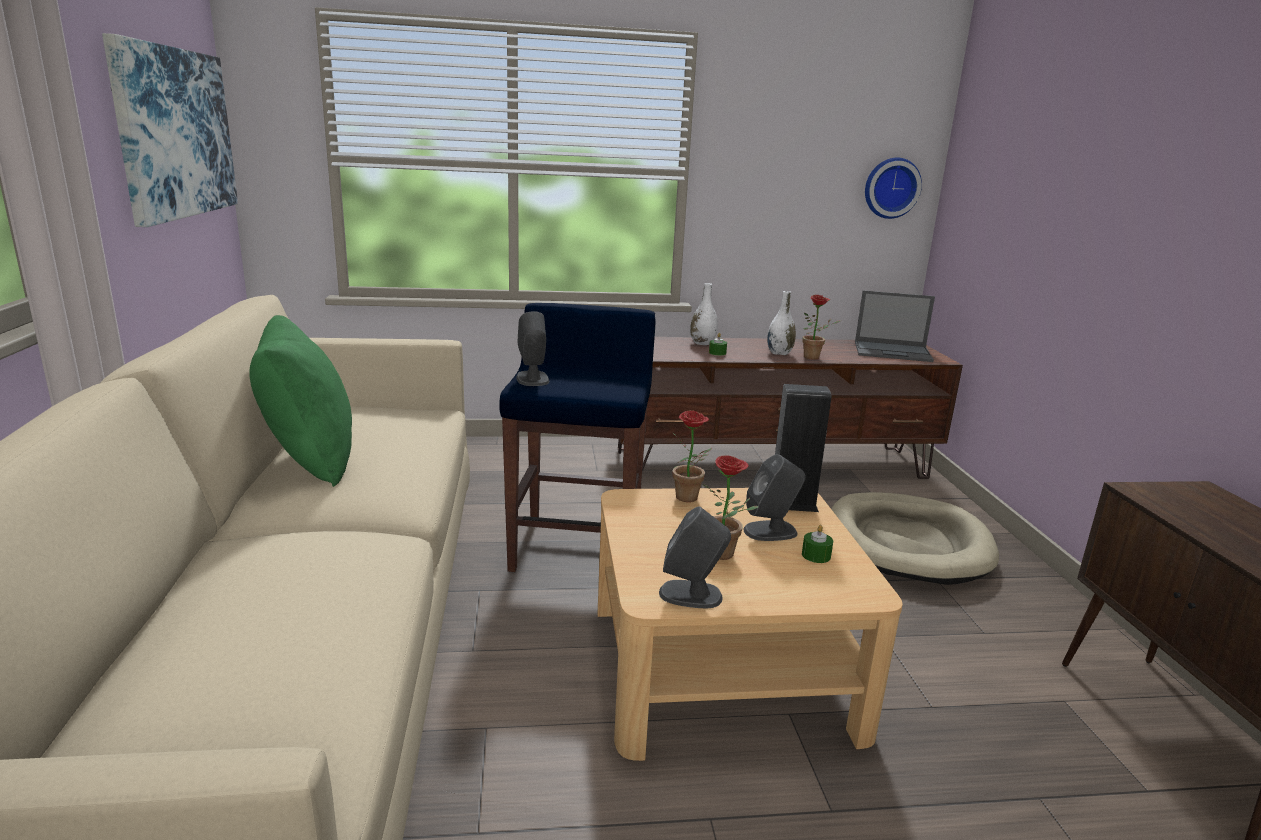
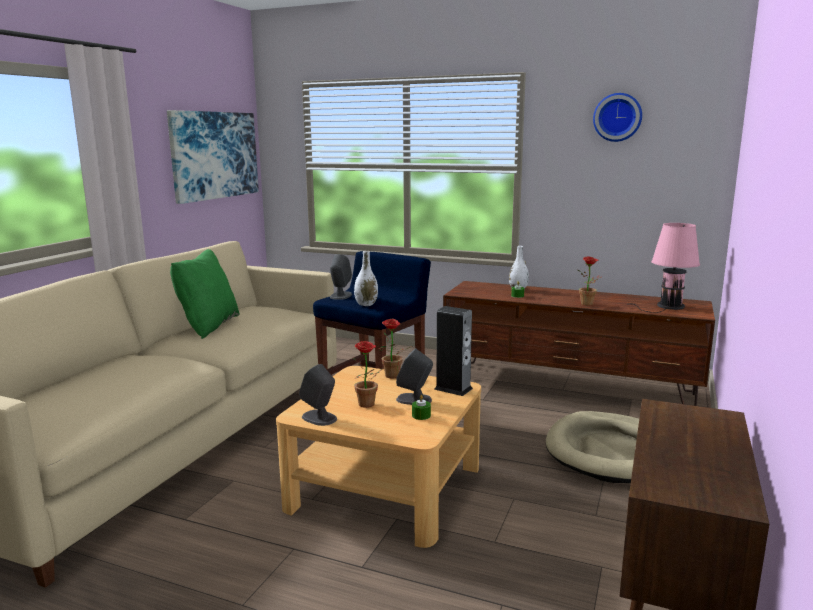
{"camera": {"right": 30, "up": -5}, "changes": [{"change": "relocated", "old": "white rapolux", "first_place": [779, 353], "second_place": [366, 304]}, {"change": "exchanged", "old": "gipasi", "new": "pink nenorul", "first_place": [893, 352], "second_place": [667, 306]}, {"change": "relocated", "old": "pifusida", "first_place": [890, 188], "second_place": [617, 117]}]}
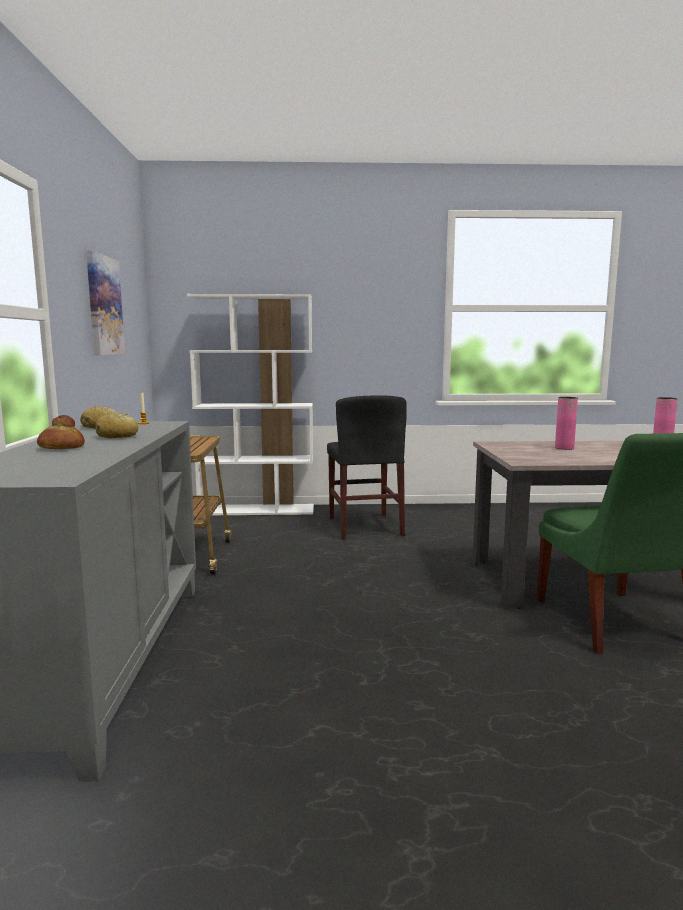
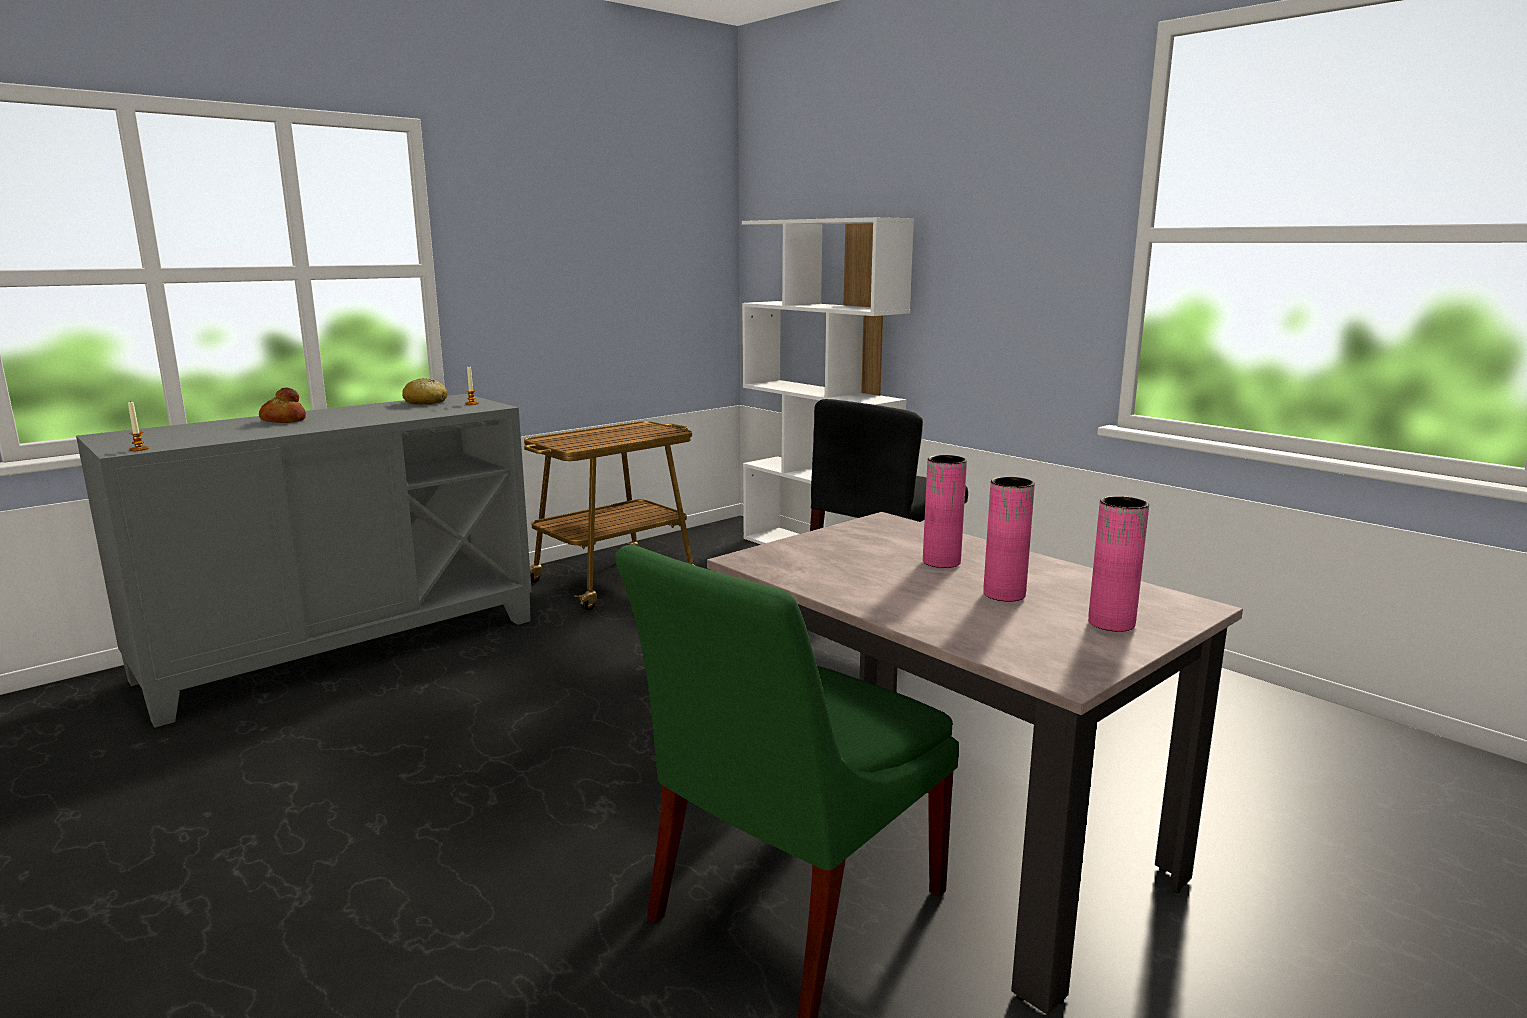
{"camera": {"right": 50, "up": 5}, "changes": [{"change": "missing", "old": "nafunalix", "first_place": [104, 306]}, {"change": "missing", "old": "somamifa", "first_place": [117, 436]}, {"change": "appeared", "new": "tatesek", "second_place": [139, 449]}, {"change": "appeared", "new": "pink rapolux", "second_place": [1004, 594]}]}
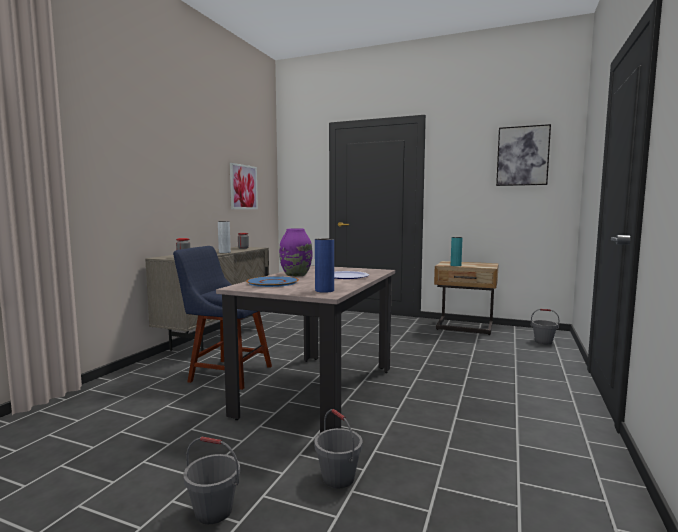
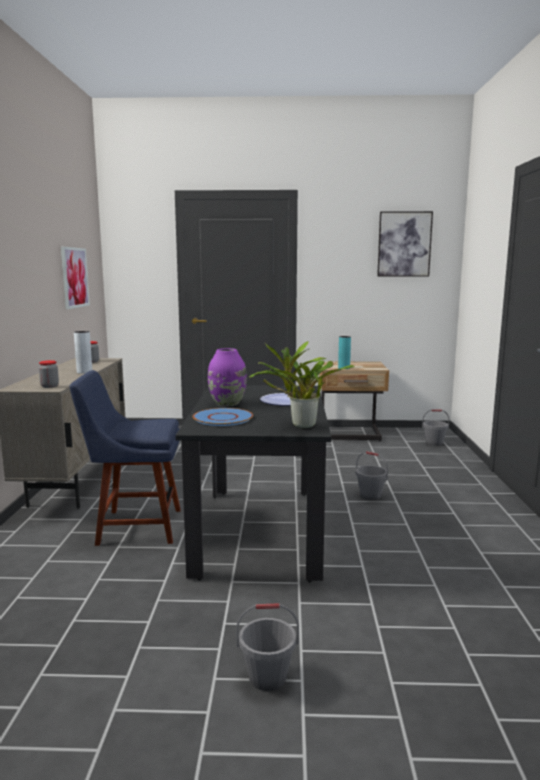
{"camera": {"right": -20, "up": 5}, "changes": [{"change": "colour", "old": "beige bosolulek", "new": "black bosolulek", "first_place": [319, 390], "second_place": [259, 530]}, {"change": "relocated", "old": "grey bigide", "first_place": [338, 478], "second_place": [370, 495]}, {"change": "exchanged", "old": "blue rapolux", "new": "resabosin", "first_place": [324, 290], "second_place": [300, 425]}]}
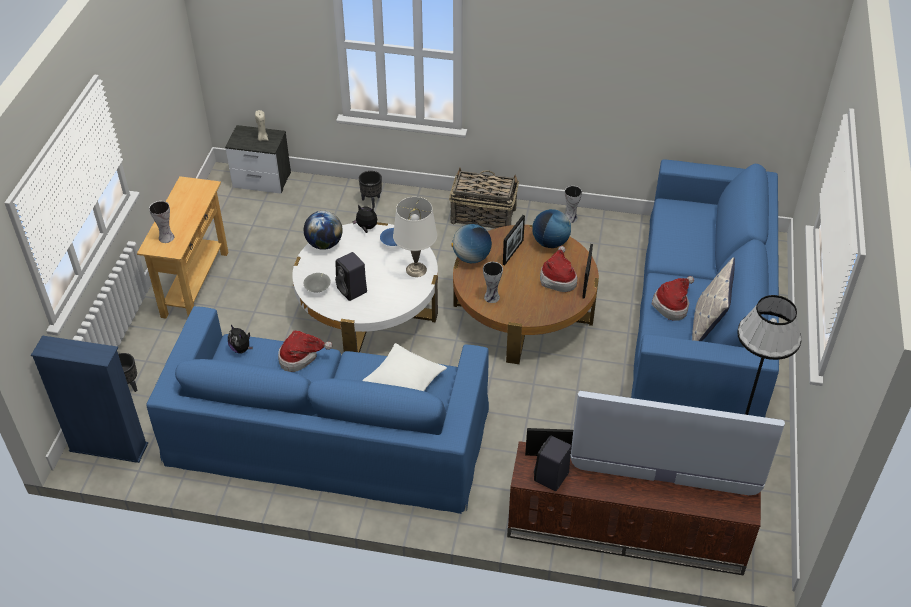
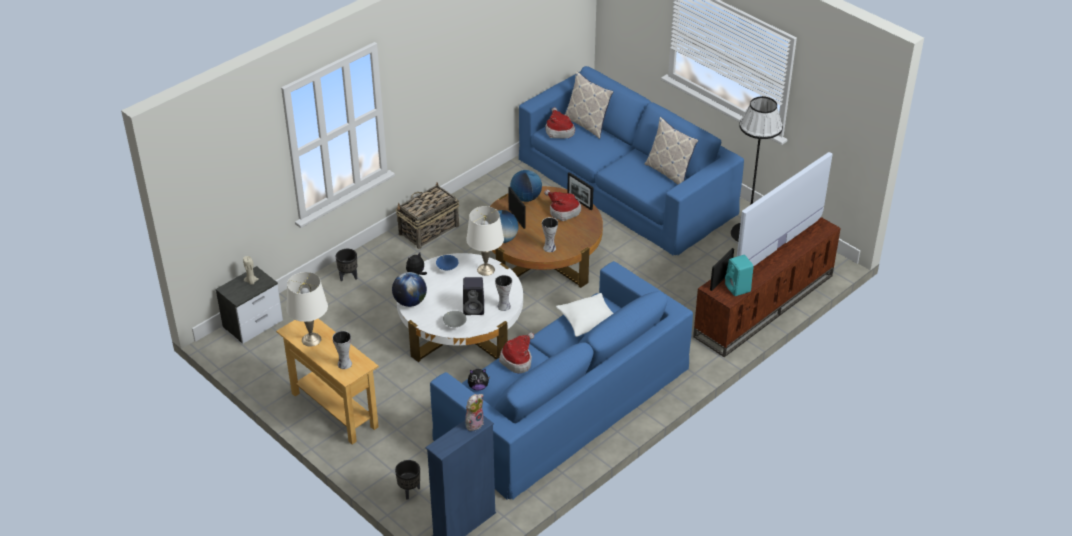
{"camera": {"right": -55, "up": -5}, "changes": [{"change": "colour", "old": "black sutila", "new": "turquoise sutila", "first_place": [551, 478], "second_place": [738, 288]}, {"change": "relocated", "old": "rapolux", "first_place": [571, 217], "second_place": [503, 306]}, {"change": "relocated", "old": "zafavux", "first_place": [672, 305], "second_place": [559, 130]}, {"change": "appeared", "new": "white nenorul", "second_place": [311, 339]}, {"change": "appeared", "new": "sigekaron", "second_place": [474, 423]}, {"change": "appeared", "new": "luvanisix", "second_place": [587, 124]}]}
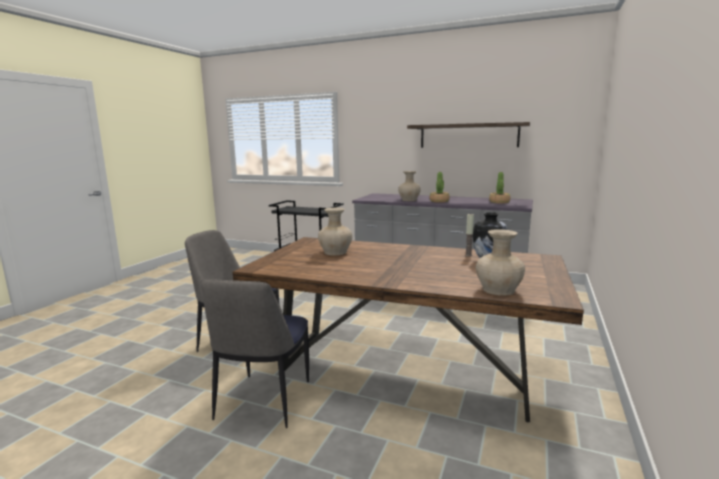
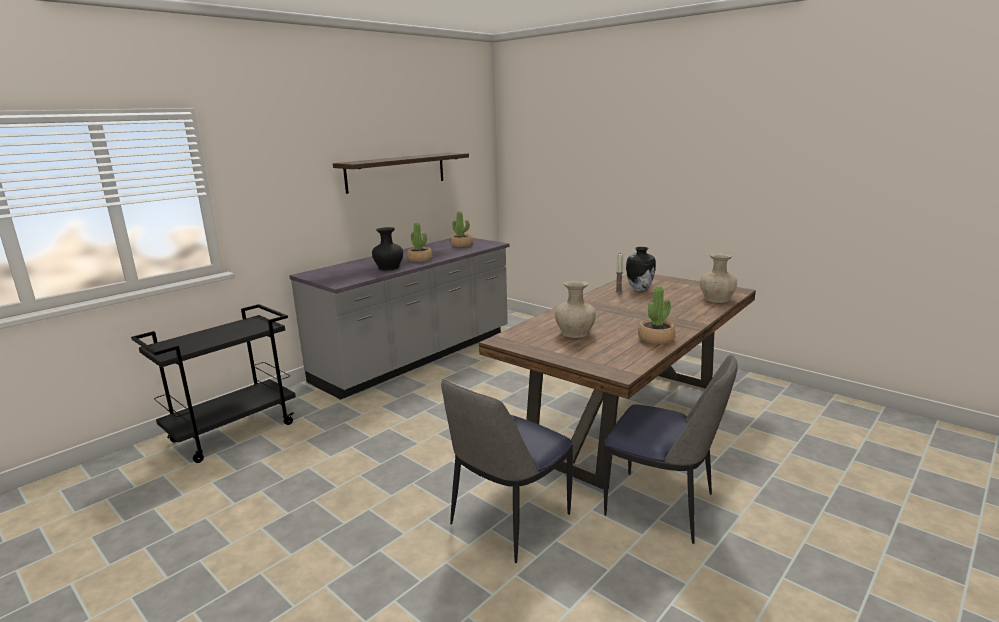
{"camera": {"right": -70, "up": 5}, "changes": [{"change": "colour", "old": "beige rapolux", "new": "black rapolux", "first_place": [409, 200], "second_place": [388, 267]}, {"change": "appeared", "new": "resabosin", "second_place": [656, 338]}]}
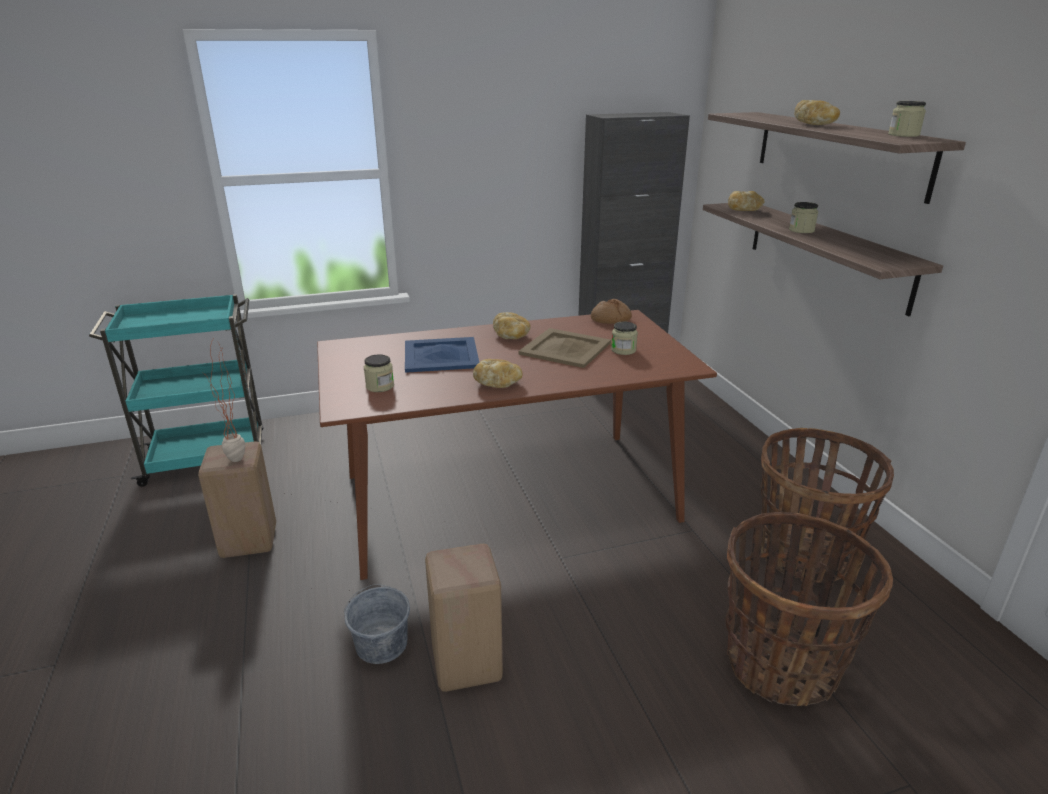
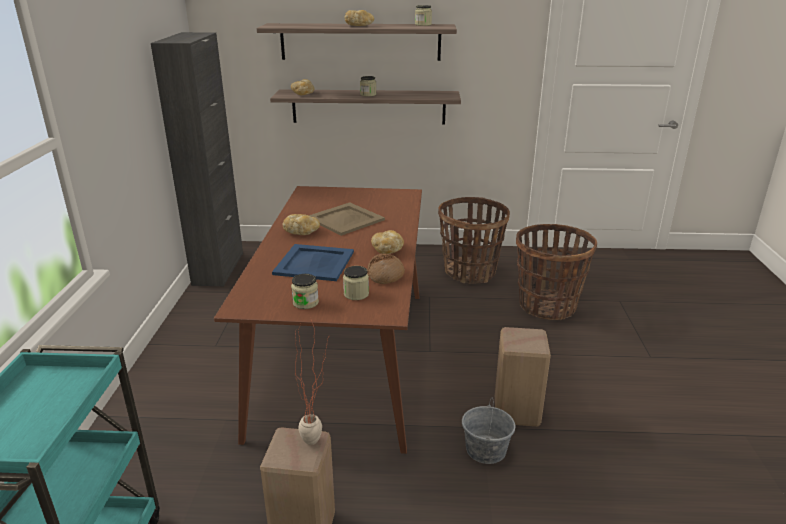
{"camera": {"right": -70, "up": 0}, "changes": [{"change": "relocated", "old": "somamifa", "first_place": [610, 319], "second_place": [385, 275]}, {"change": "relocated", "old": "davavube", "first_place": [623, 350], "second_place": [305, 303]}]}
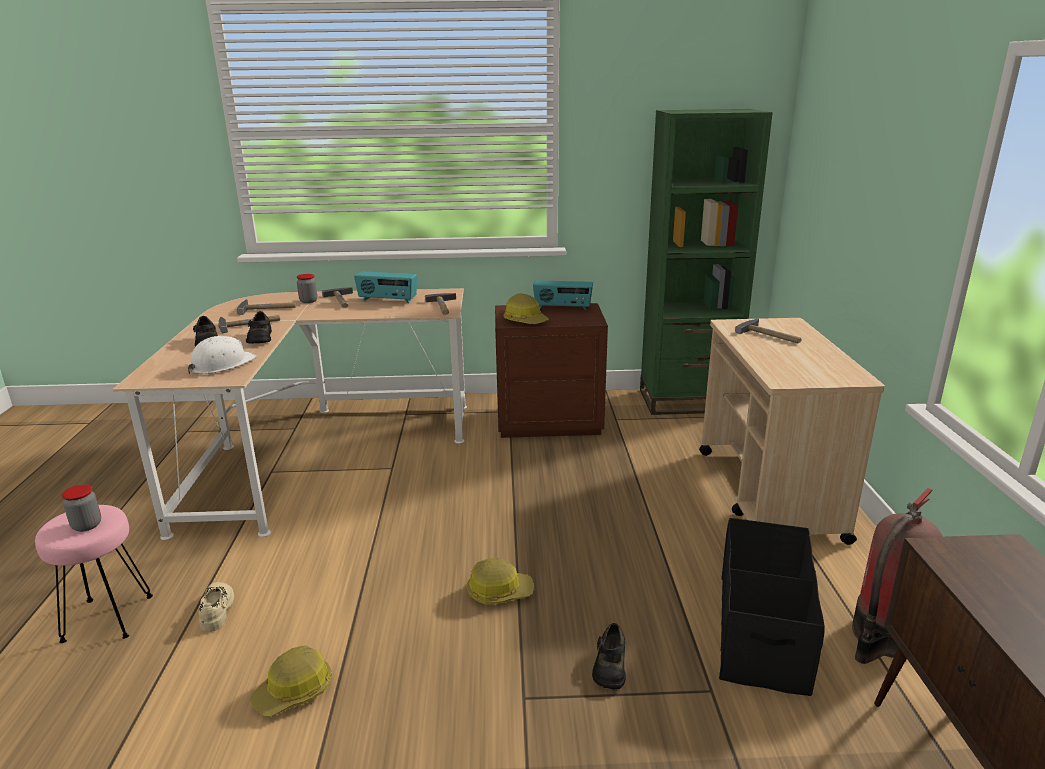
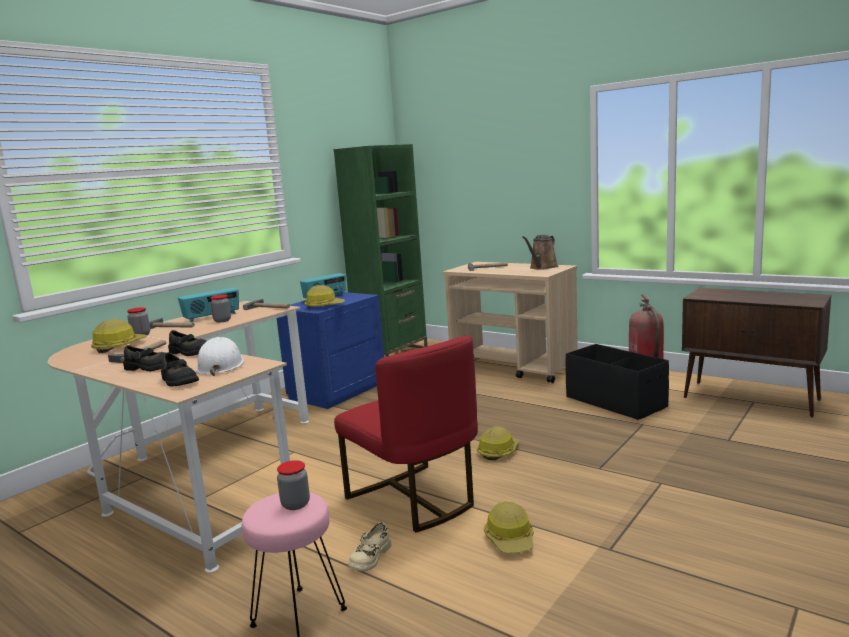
{"camera": {"right": -50, "up": -10}, "changes": [{"change": "spun", "old": "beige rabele", "first_place": [217, 610], "second_place": [370, 557], "degrees": -90}, {"change": "exchanged", "old": "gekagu", "new": "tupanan", "first_place": [268, 308], "second_place": [119, 346]}, {"change": "colour", "old": "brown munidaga", "new": "blue munidaga", "first_place": [548, 420], "second_place": [336, 391]}, {"change": "relocated", "old": "black rabele", "first_place": [609, 666], "second_place": [178, 381]}, {"change": "appeared", "new": "davavube", "second_place": [222, 320]}, {"change": "appeared", "new": "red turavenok", "second_place": [414, 499]}, {"change": "appeared", "new": "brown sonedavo", "second_place": [542, 267]}]}
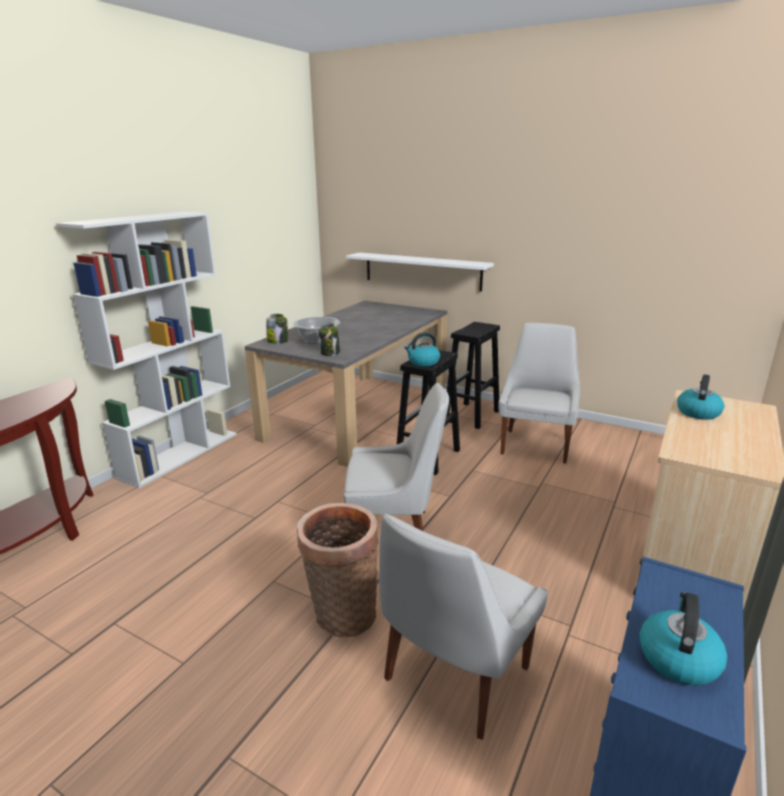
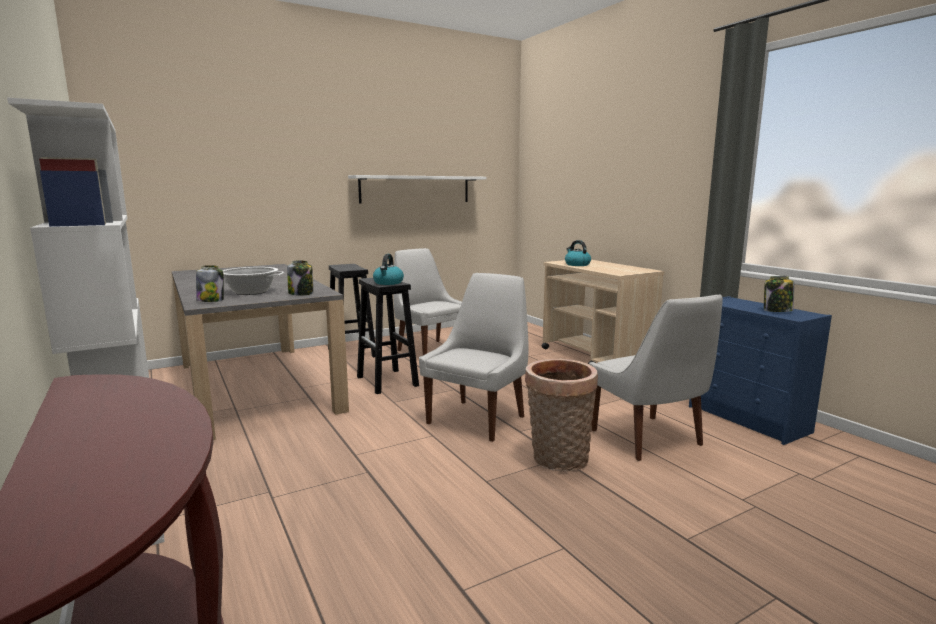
{"camera": {"right": -60, "up": -10}, "changes": [{"change": "relocated", "old": "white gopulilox", "first_place": [422, 271], "second_place": [415, 189]}, {"change": "exchanged", "old": "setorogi", "new": "davavube", "first_place": [677, 658], "second_place": [777, 311]}]}
